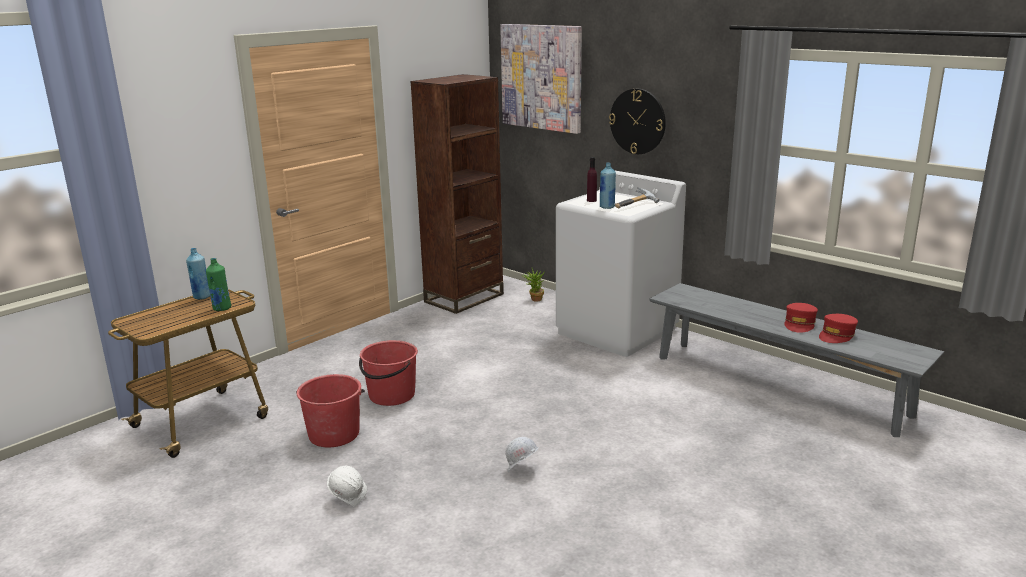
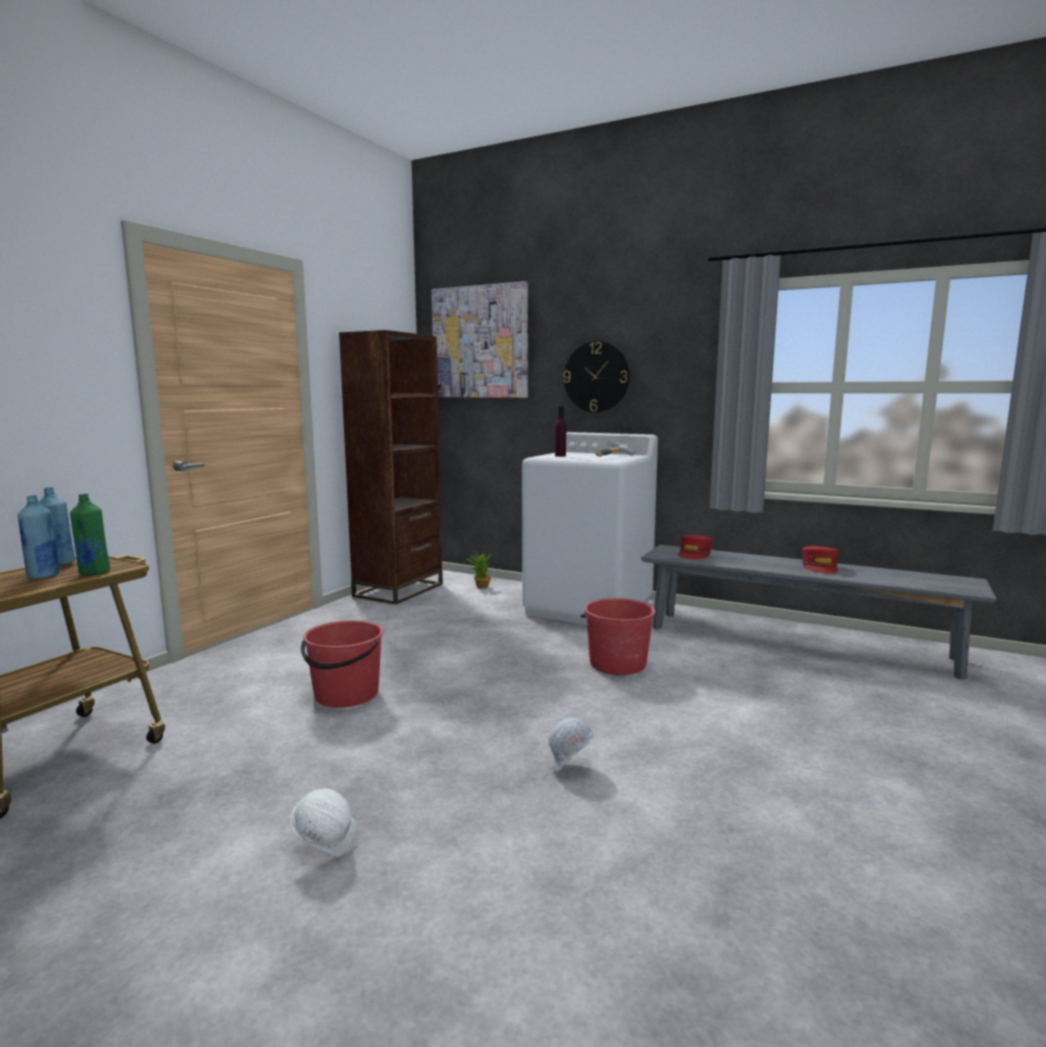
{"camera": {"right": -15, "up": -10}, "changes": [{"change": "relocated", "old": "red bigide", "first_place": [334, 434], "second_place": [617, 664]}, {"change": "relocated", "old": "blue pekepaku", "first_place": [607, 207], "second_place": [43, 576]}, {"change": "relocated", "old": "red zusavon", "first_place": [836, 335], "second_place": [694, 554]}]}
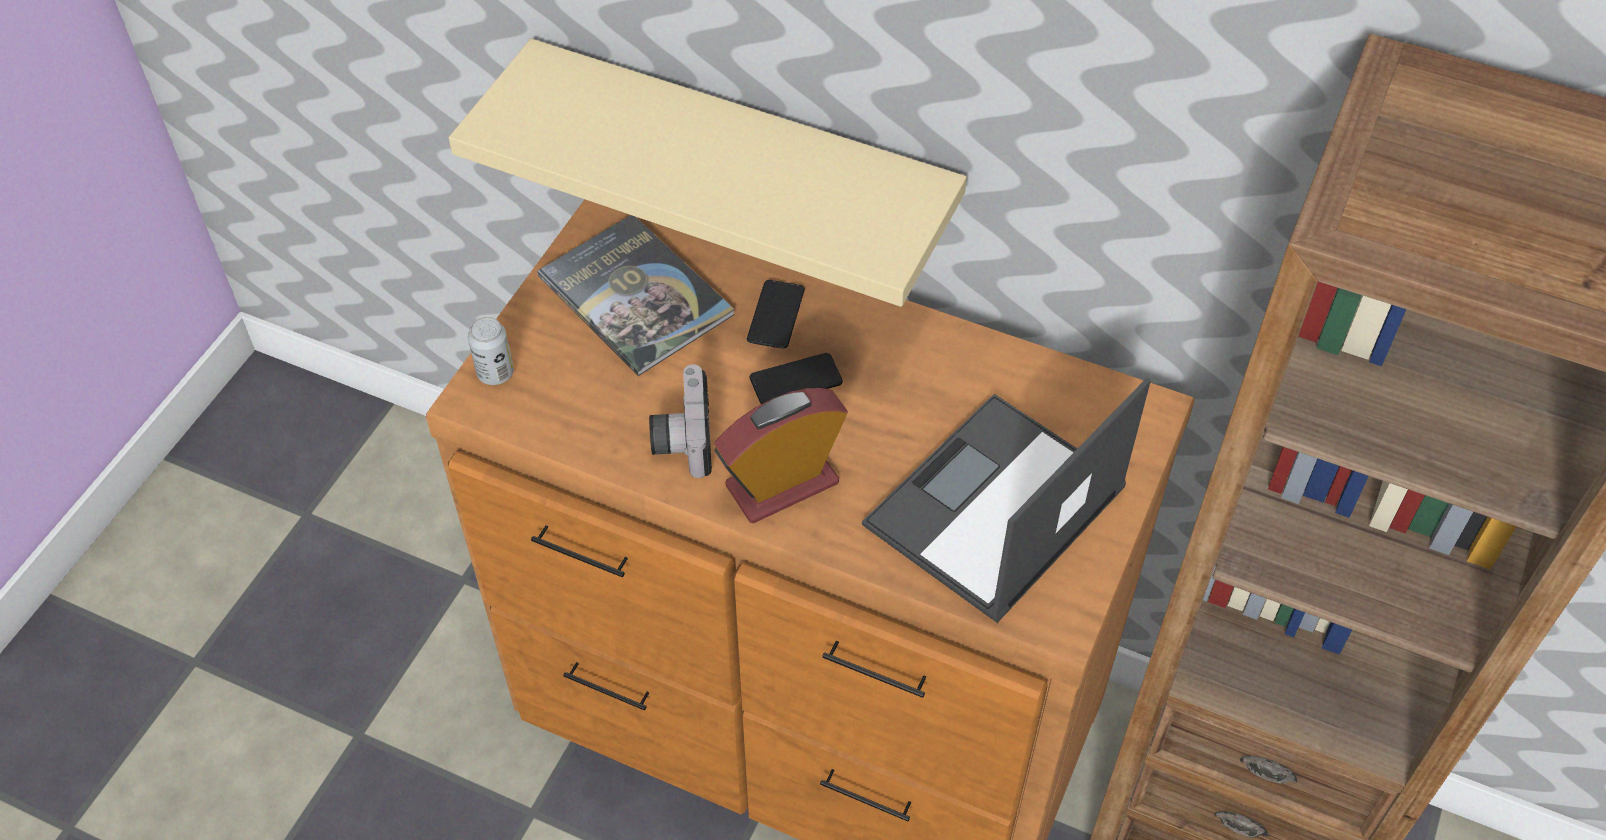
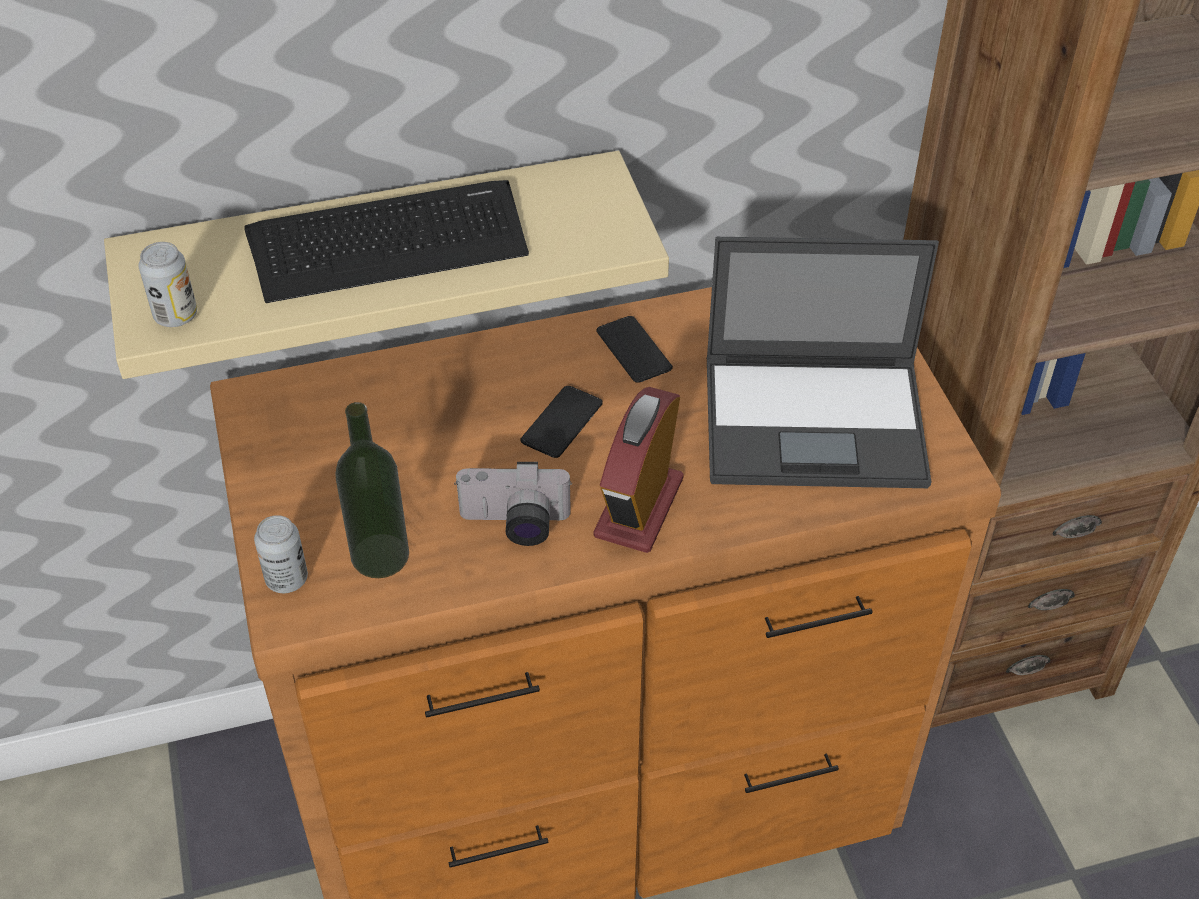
{"camera": {"right": -40, "up": -5}, "changes": [{"change": "missing", "old": "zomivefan", "first_place": [635, 296]}, {"change": "spun", "old": "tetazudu", "first_place": [681, 437], "second_place": [514, 525], "degrees": -45}, {"change": "relocated", "old": "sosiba", "first_place": [776, 315], "second_place": [634, 350]}, {"change": "spun", "old": "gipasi", "first_place": [993, 509], "second_place": [817, 421], "degrees": -90}, {"change": "appeared", "new": "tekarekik", "second_place": [176, 315]}, {"change": "appeared", "new": "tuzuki", "second_place": [388, 242]}, {"change": "appeared", "new": "pekepaku", "second_place": [380, 555]}]}
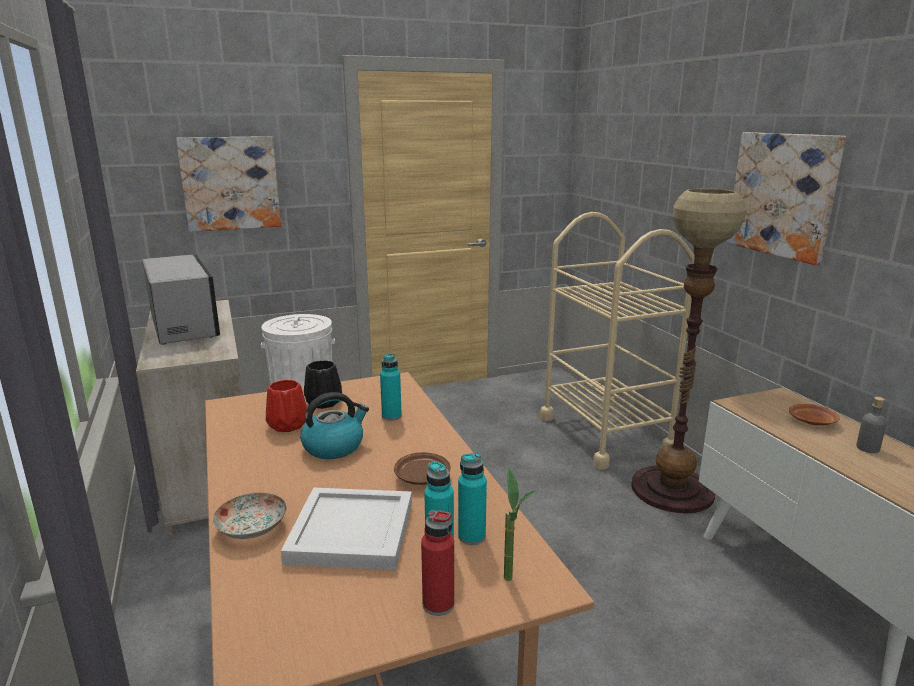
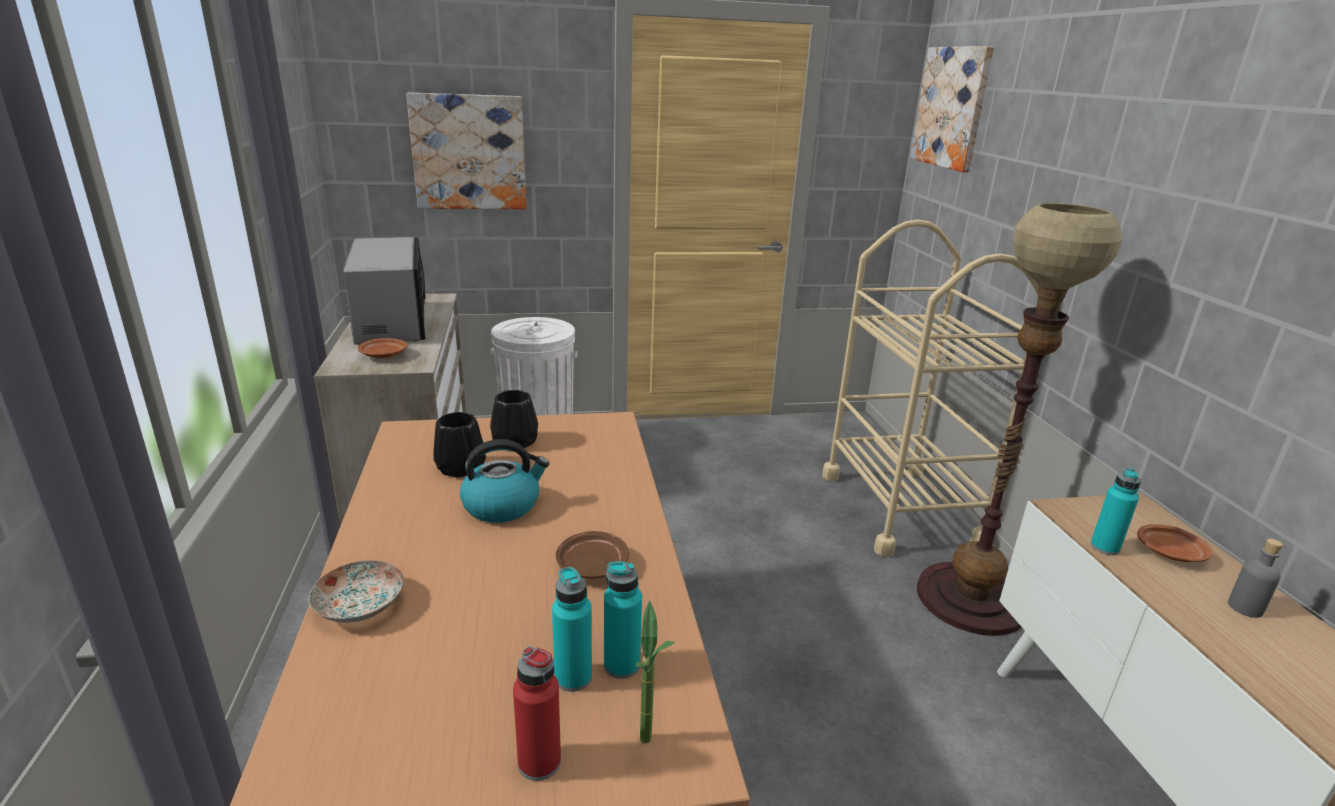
{"camera": {"right": 10, "up": 5}, "changes": [{"change": "colour", "old": "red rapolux", "new": "black rapolux", "first_place": [286, 425], "second_place": [459, 468]}, {"change": "missing", "old": "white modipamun", "first_place": [353, 531]}, {"change": "relocated", "old": "turquoise pekepaku", "first_place": [391, 416], "second_place": [1104, 547]}, {"change": "relocated", "old": "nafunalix", "first_place": [783, 195], "second_place": [952, 107]}, {"change": "appeared", "new": "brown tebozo", "second_place": [384, 355]}]}
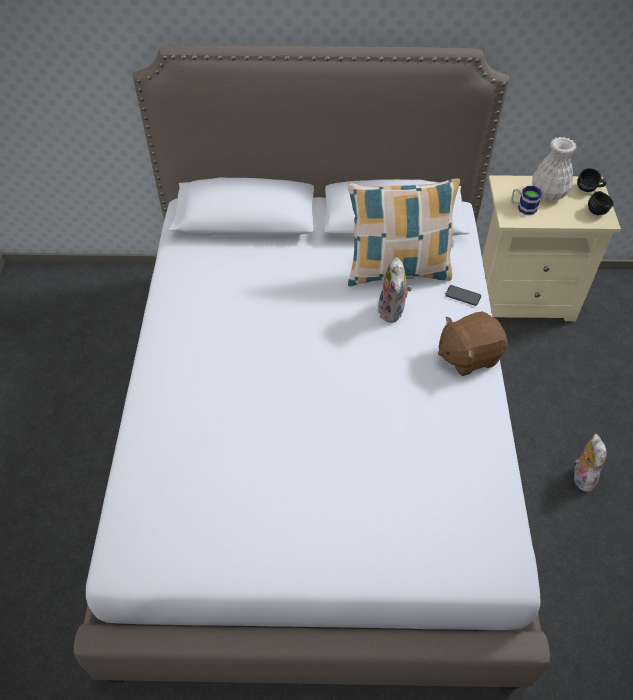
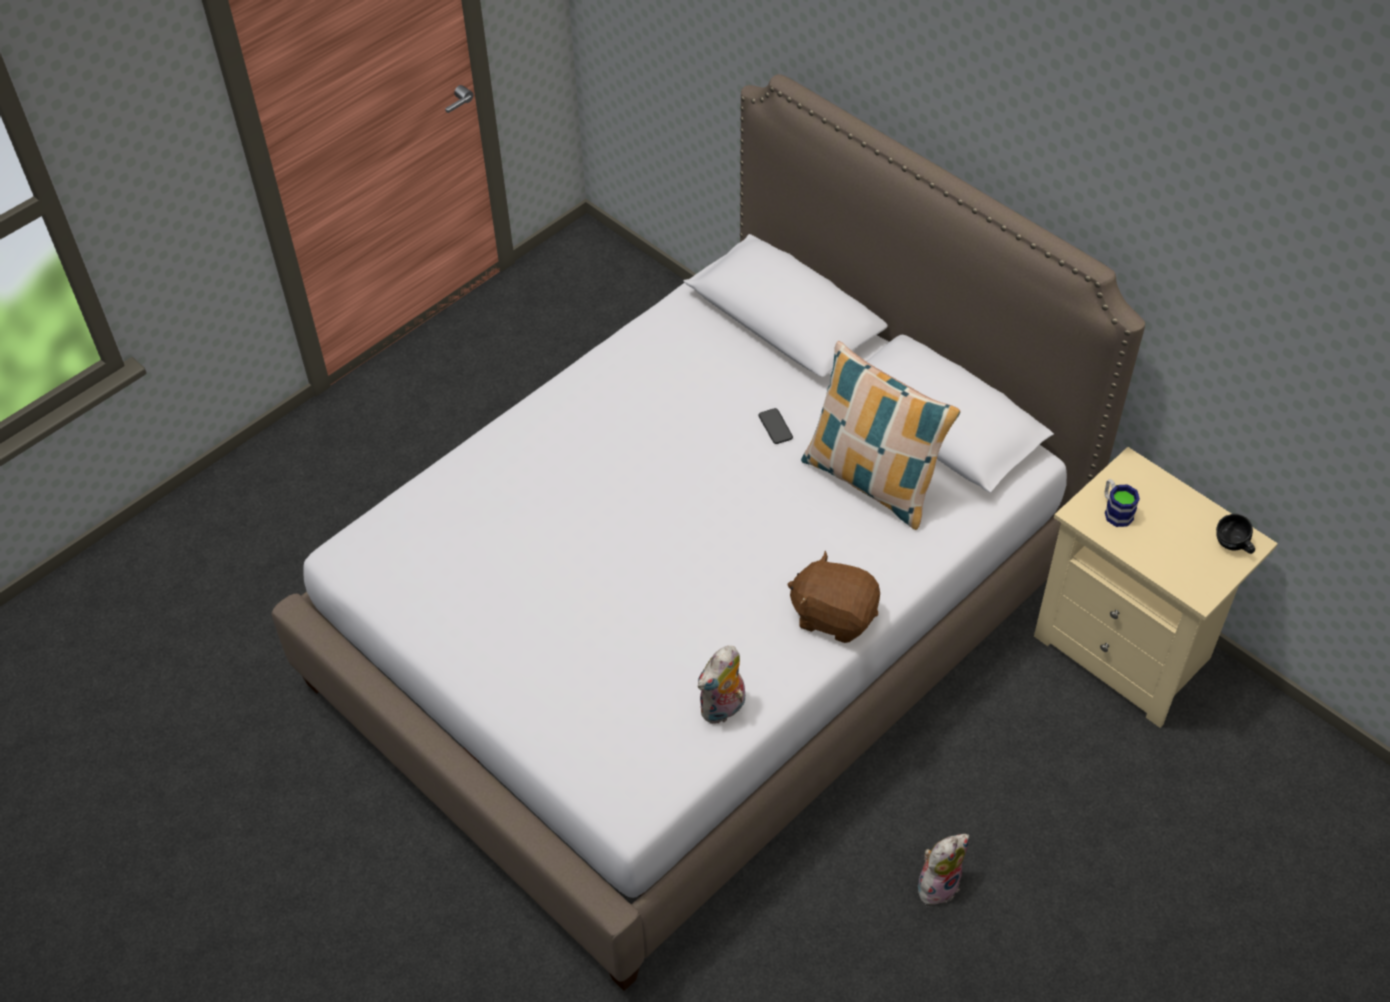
{"camera": {"right": 45, "up": 0}, "changes": [{"change": "relocated", "old": "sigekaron", "first_place": [393, 311], "second_place": [723, 709]}, {"change": "relocated", "old": "sosiba", "first_place": [463, 296], "second_place": [775, 427]}, {"change": "missing", "old": "white rapolux", "first_place": [548, 193]}, {"change": "missing", "old": "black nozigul", "first_place": [597, 210]}]}
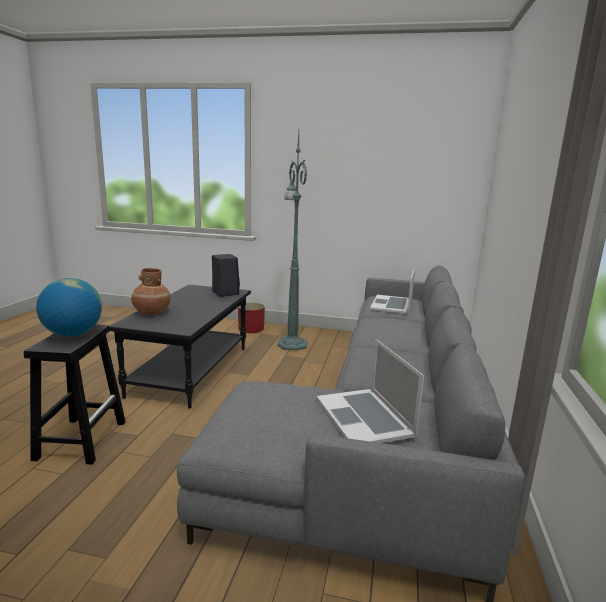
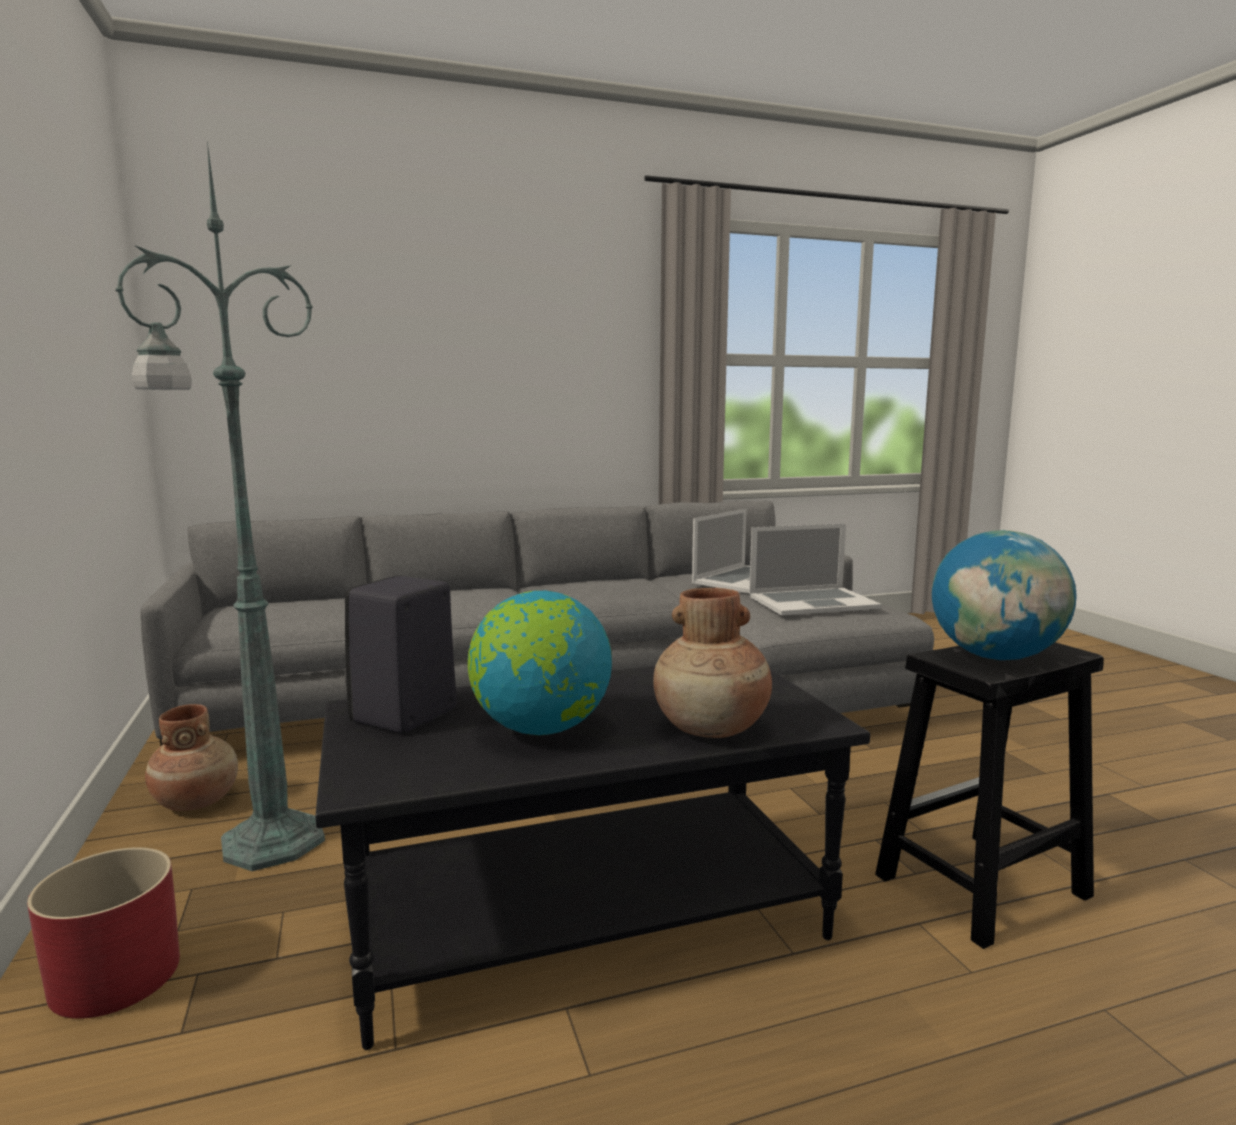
{"camera": {"right": -120, "up": -5}, "changes": [{"change": "relocated", "old": "gipasi", "first_place": [392, 304], "second_place": [812, 602]}, {"change": "appeared", "new": "brown rapolux", "second_place": [196, 801]}, {"change": "appeared", "new": "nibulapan", "second_place": [540, 729]}]}
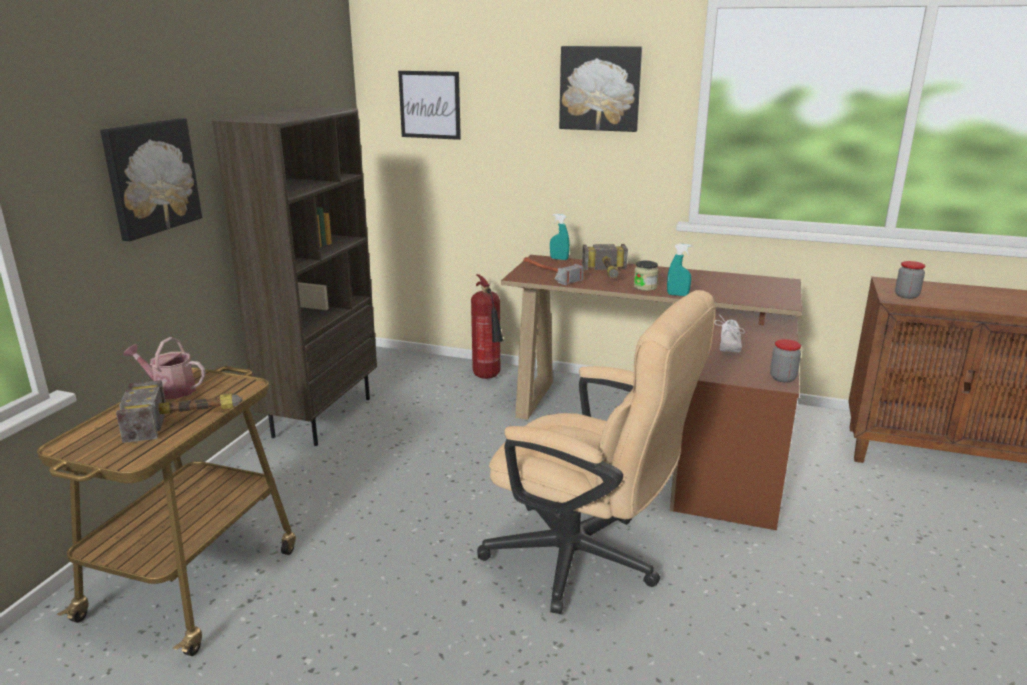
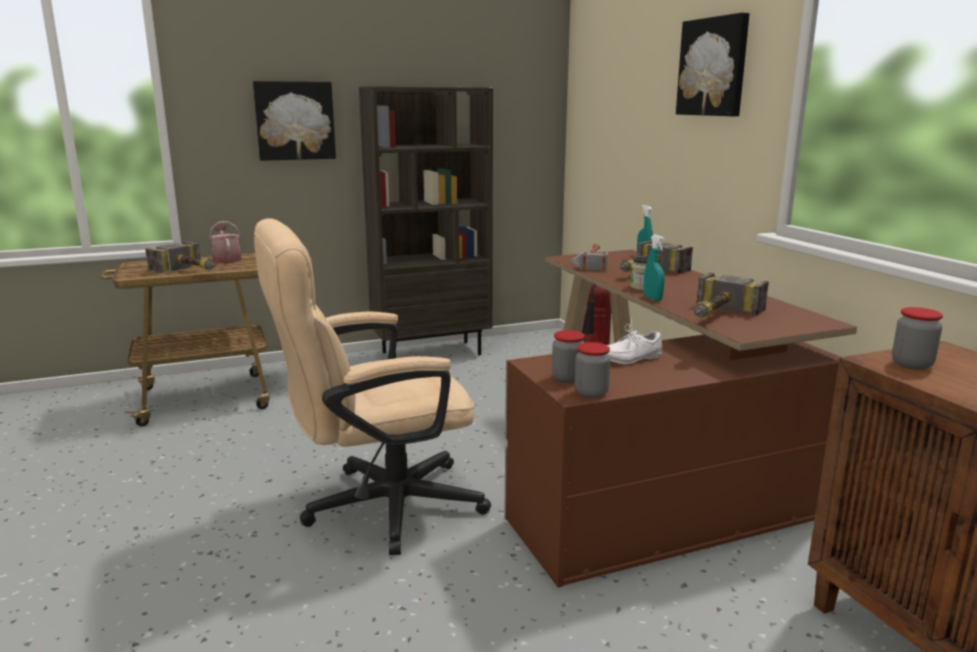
{"camera": {"right": 50, "up": -5}, "changes": [{"change": "missing", "old": "nafunalix", "first_place": [430, 105]}, {"change": "spun", "old": "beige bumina", "first_place": [586, 561], "second_place": [377, 508], "degrees": 75}, {"change": "appeared", "new": "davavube", "second_place": [567, 378]}, {"change": "appeared", "new": "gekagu", "second_place": [716, 316]}]}
